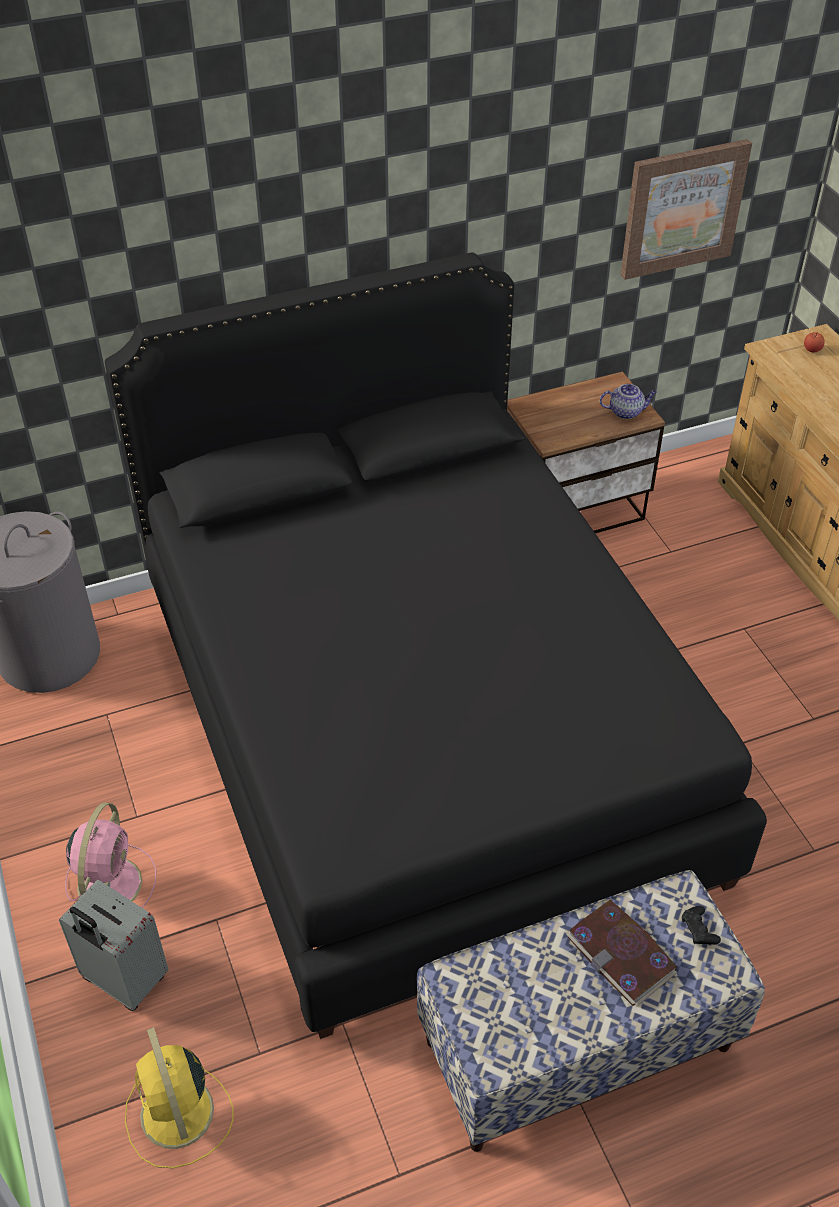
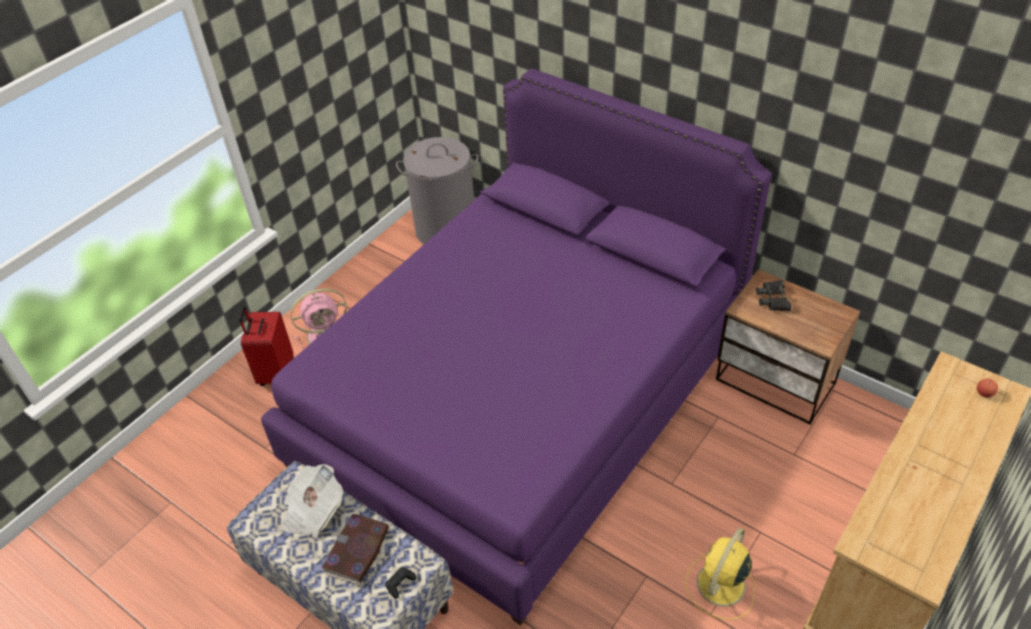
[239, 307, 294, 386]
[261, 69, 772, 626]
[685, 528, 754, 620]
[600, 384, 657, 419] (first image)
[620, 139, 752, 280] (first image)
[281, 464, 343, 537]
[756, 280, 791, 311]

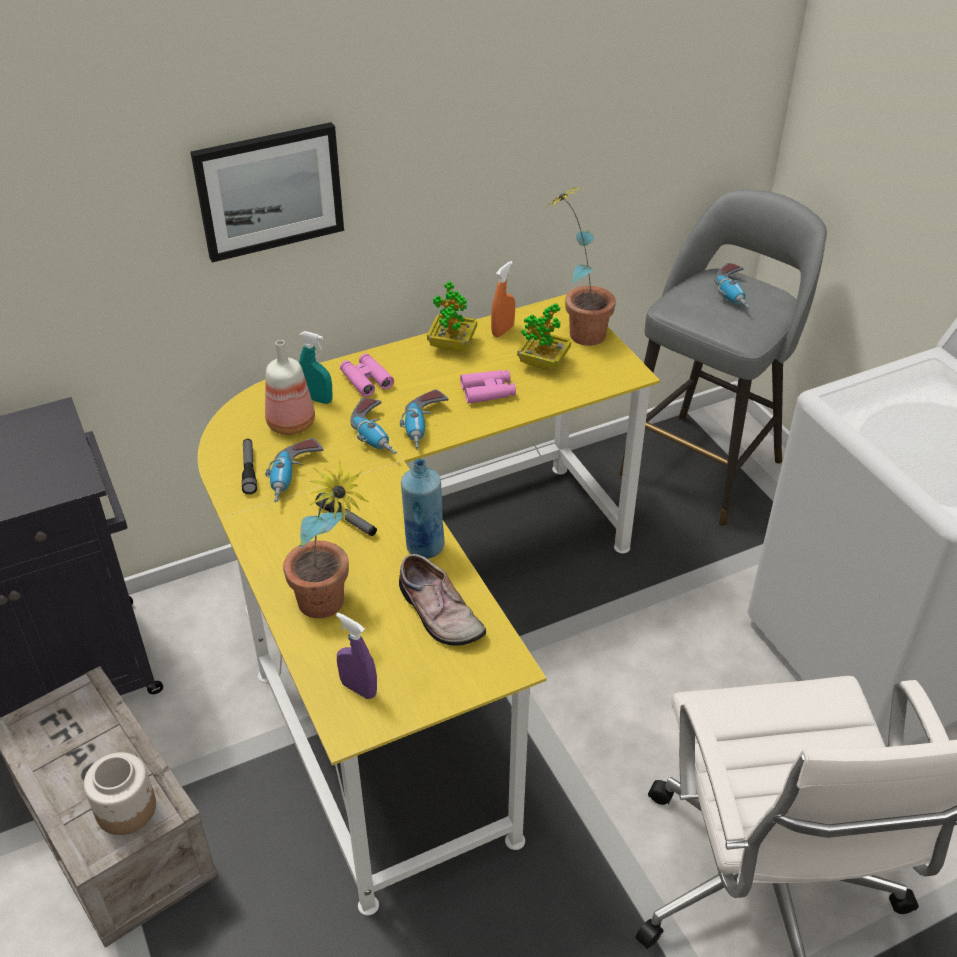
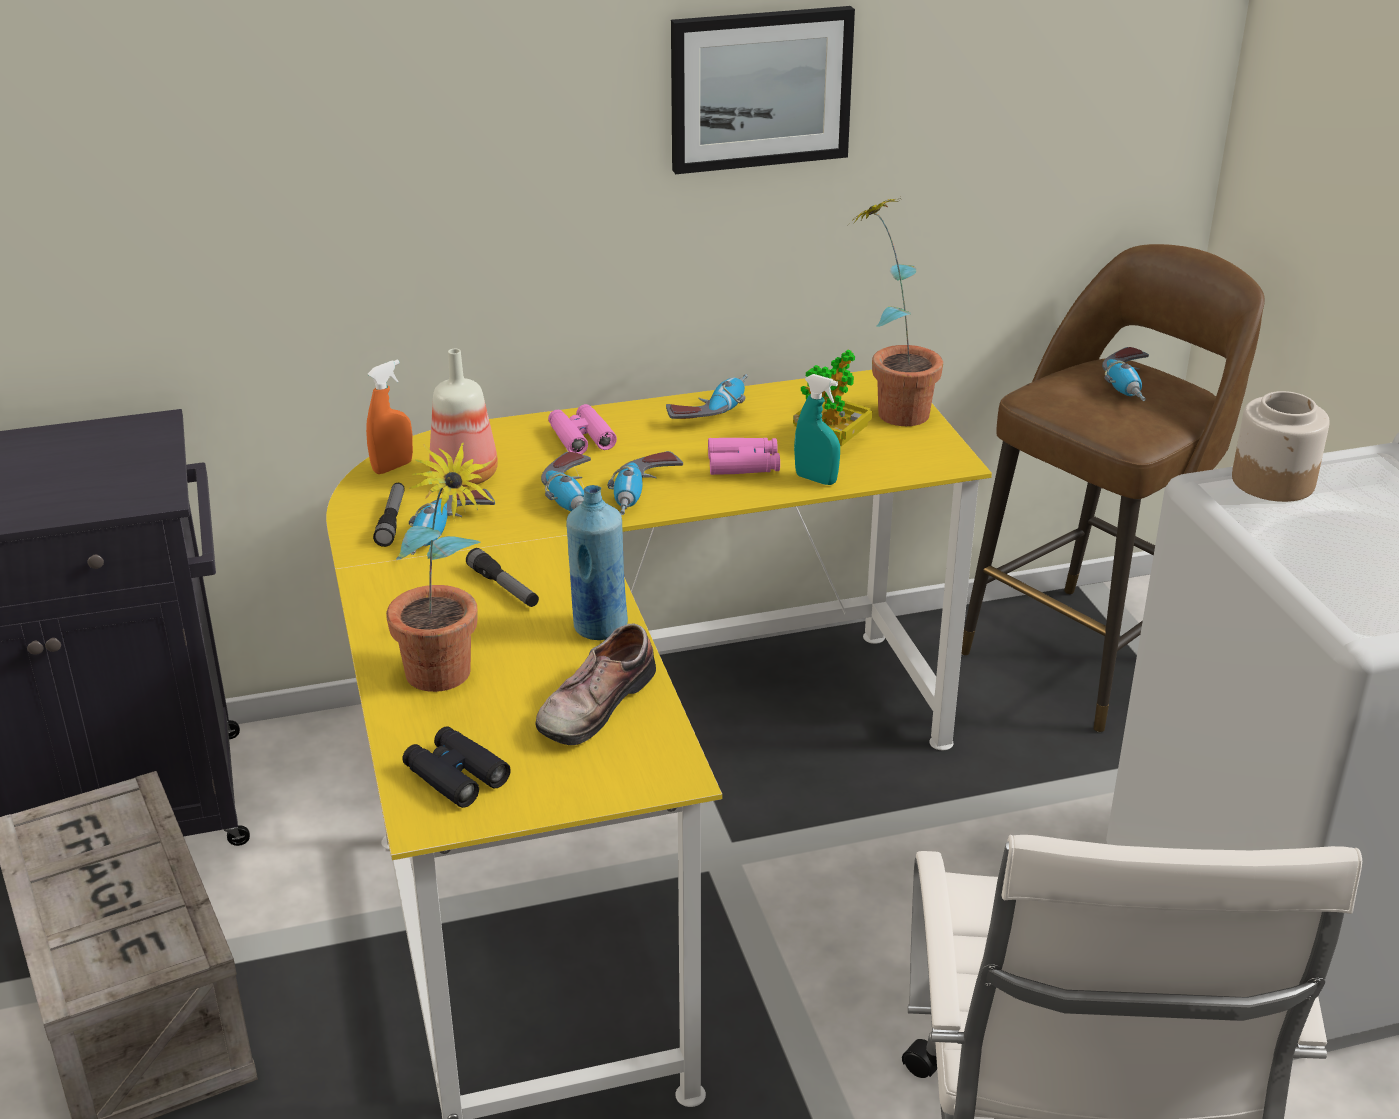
[1232, 391, 1330, 502]
[671, 6, 855, 174]
[794, 374, 840, 485]
[403, 726, 511, 808]
[536, 624, 656, 745]
[666, 374, 748, 419]
[366, 359, 413, 474]
[961, 244, 1265, 732]

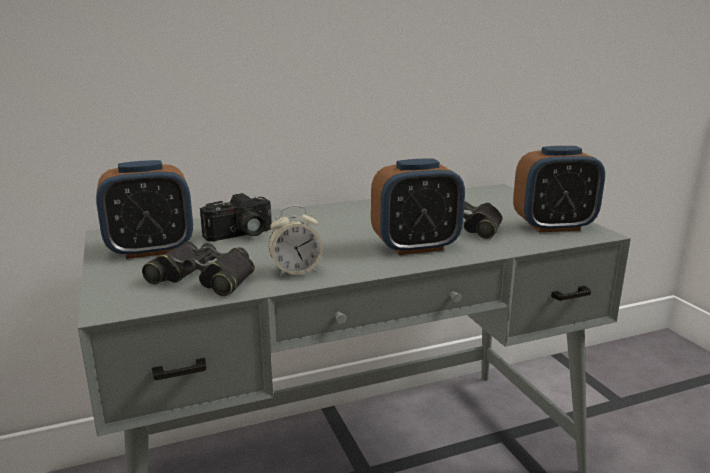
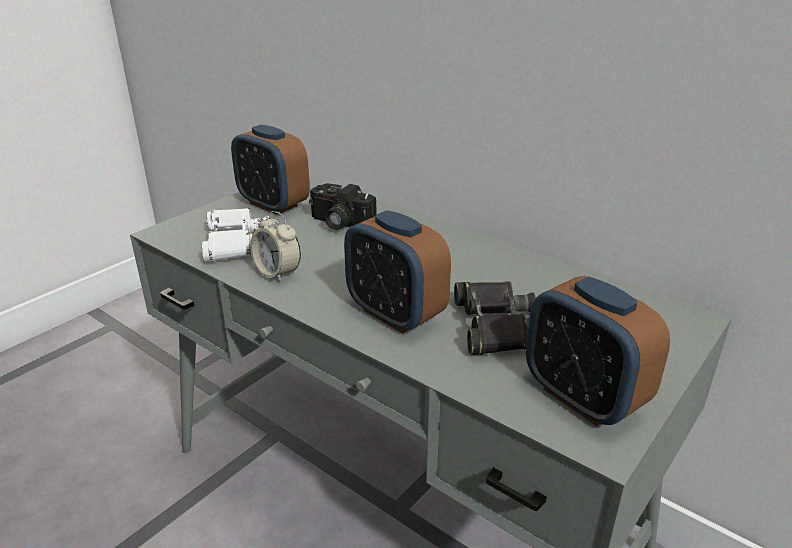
[202, 208, 269, 262]

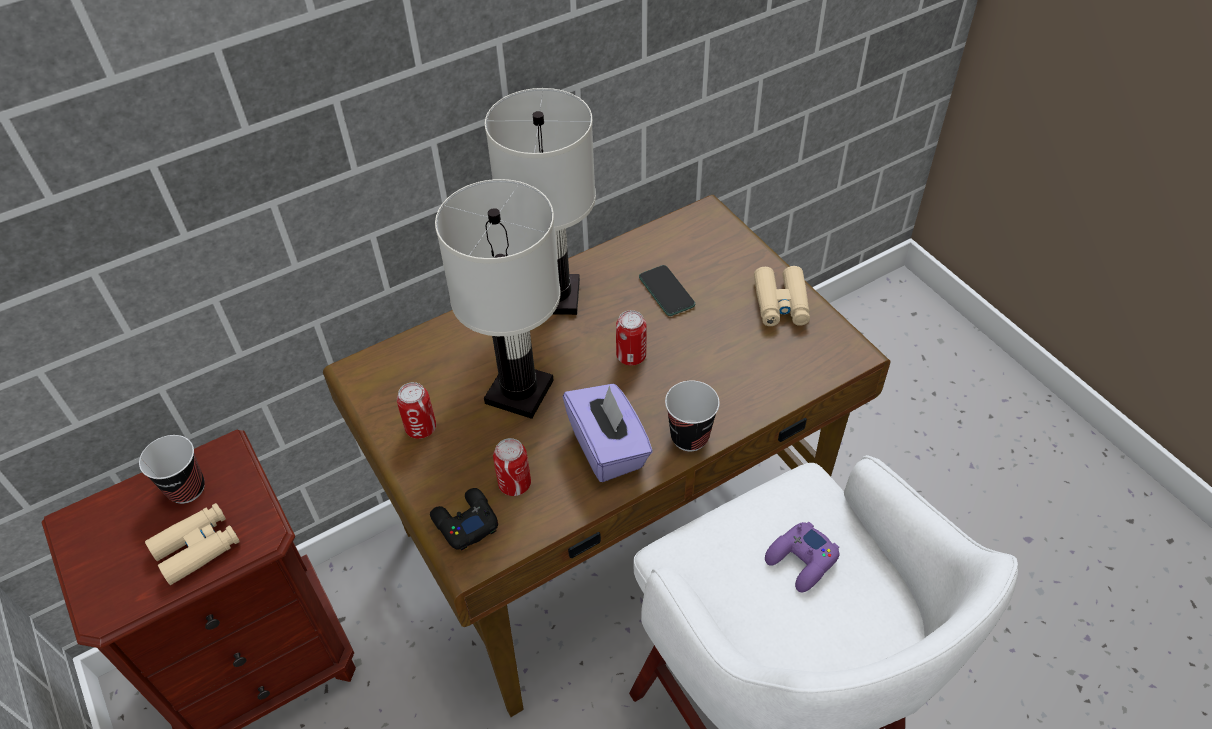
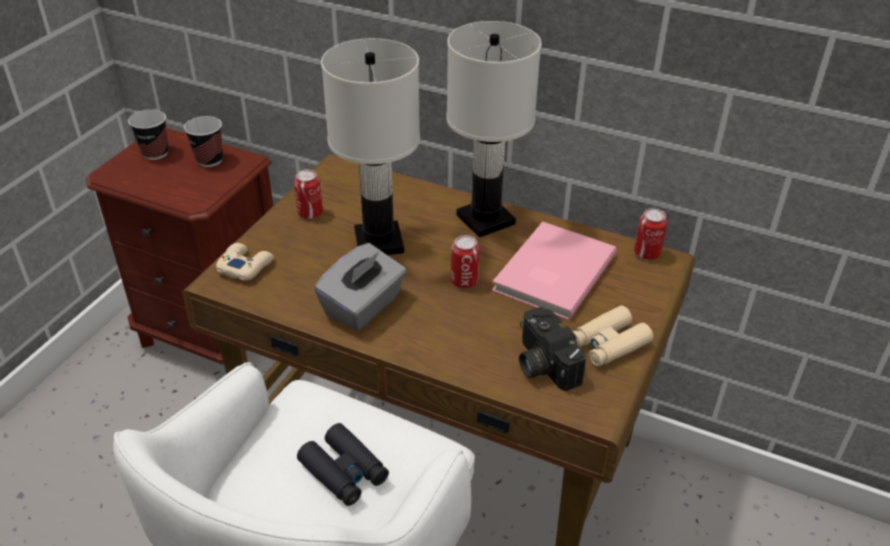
[145, 503, 240, 585] (first image)
[216, 243, 274, 281]
[634, 208, 667, 260]
[314, 243, 406, 331]
[492, 222, 617, 320]
[128, 109, 168, 160]
[297, 423, 389, 506]
[519, 307, 586, 391]

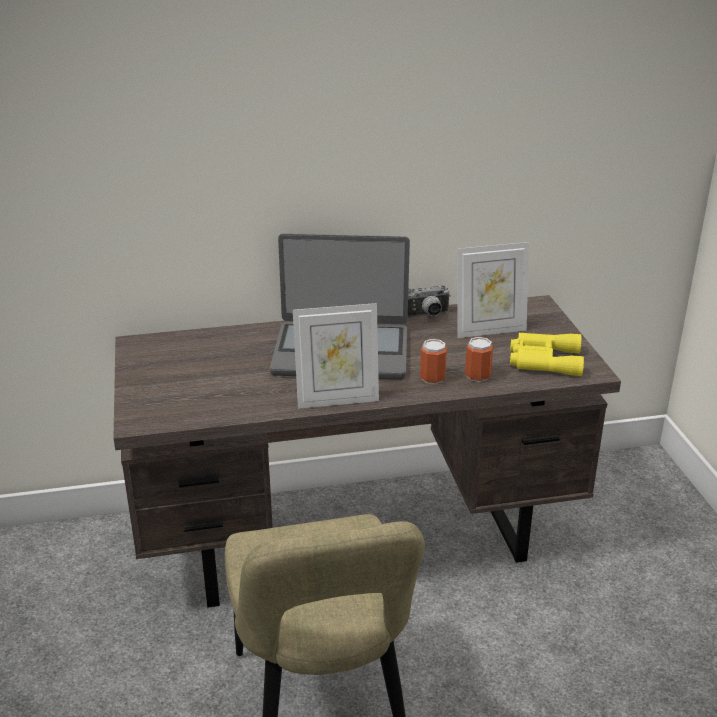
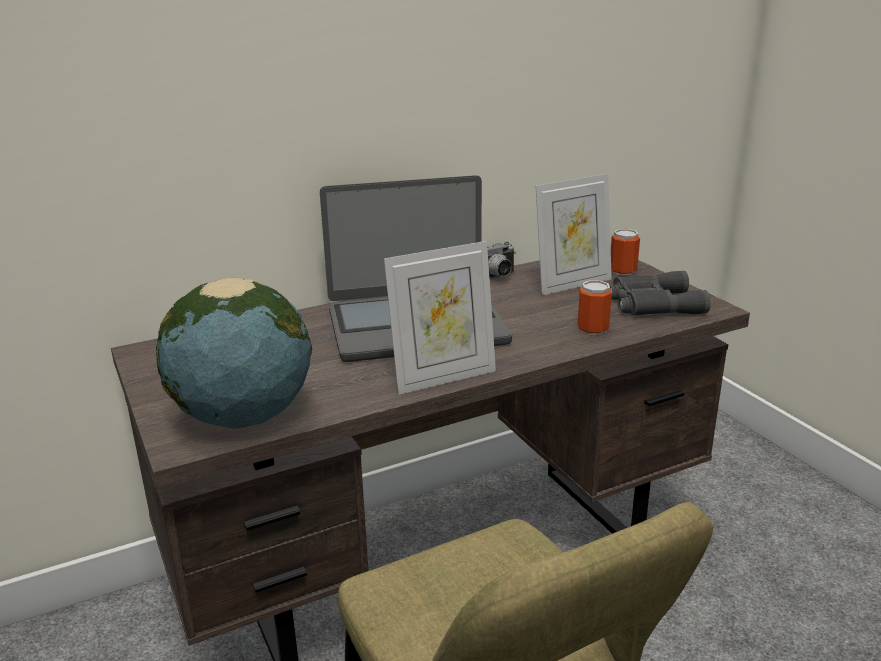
[611, 229, 640, 275]
[610, 271, 711, 315]
[156, 277, 312, 429]

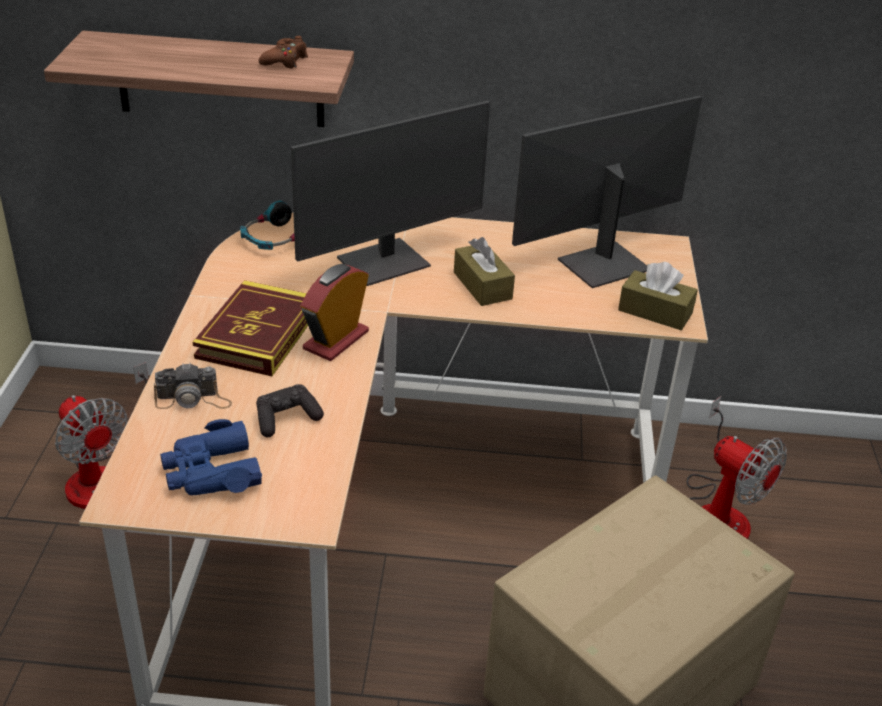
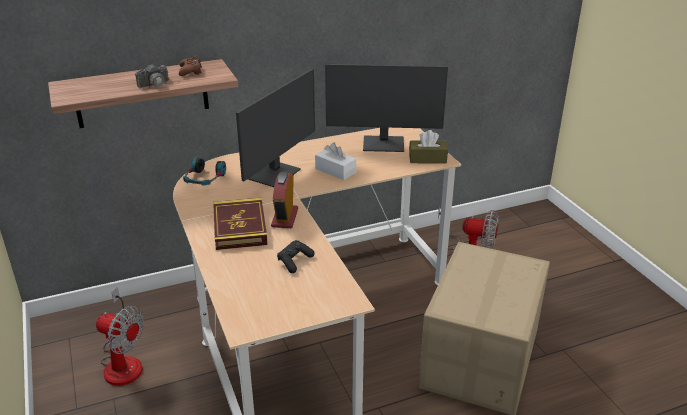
[135, 64, 180, 90]
[160, 419, 262, 495] (first image)
[315, 143, 356, 180]
[325, 64, 448, 152]

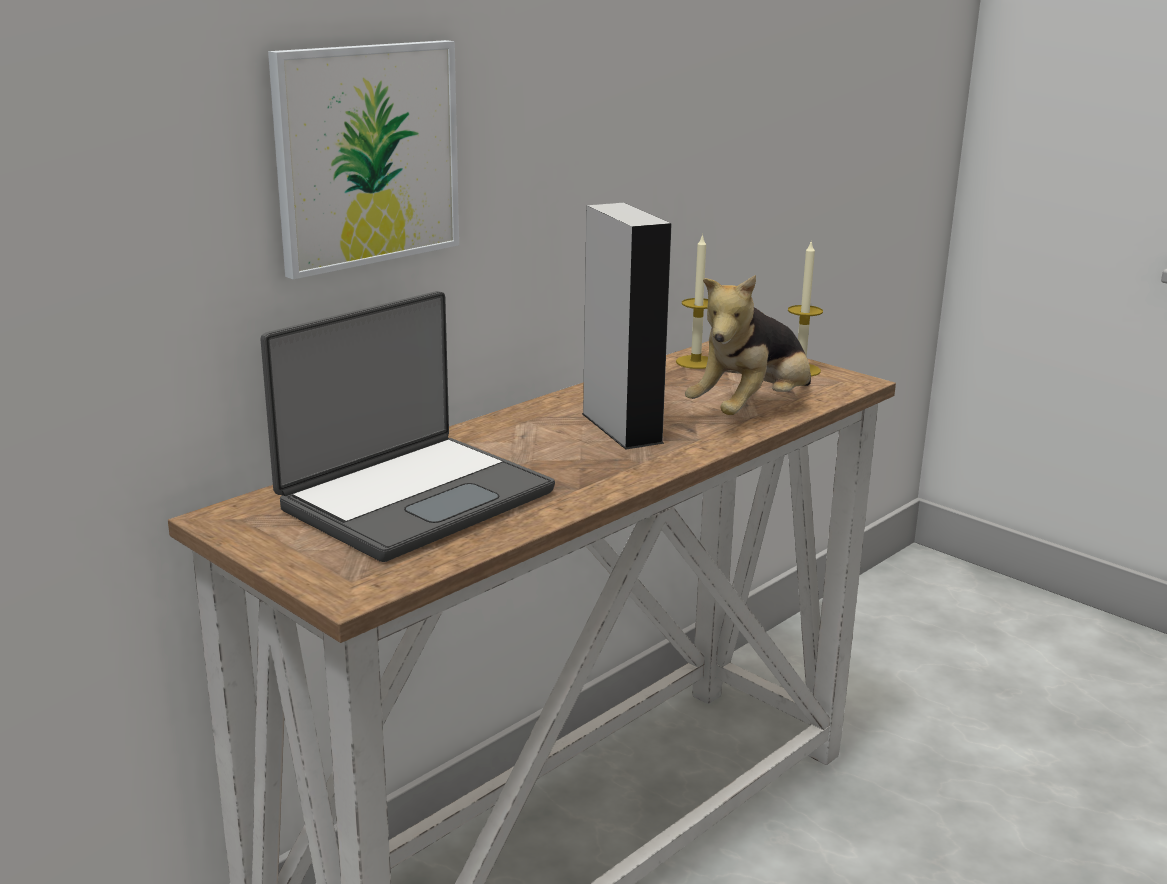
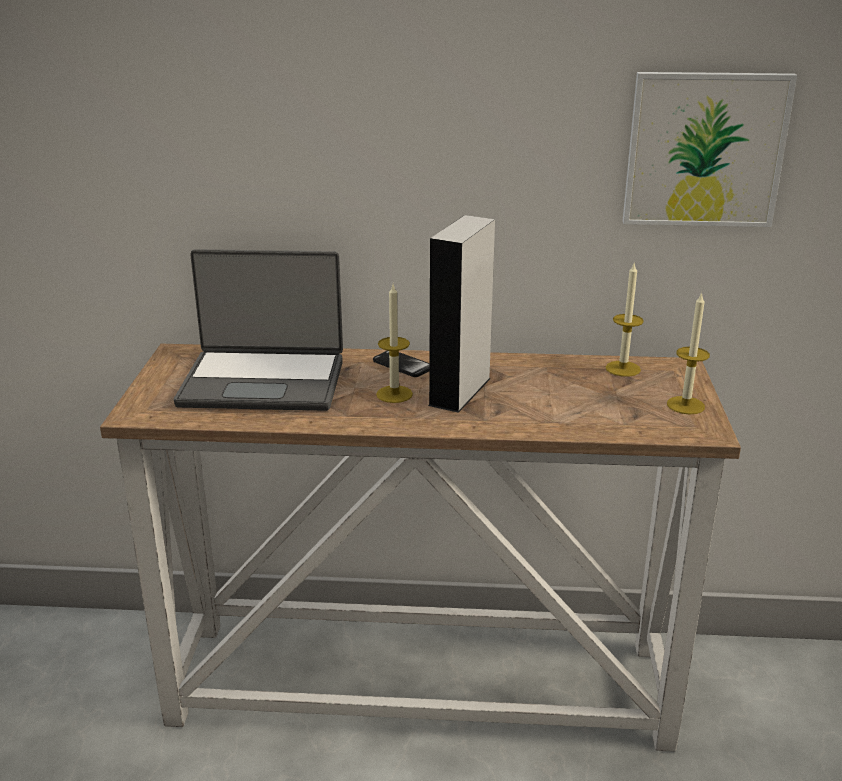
[623, 72, 797, 227]
[685, 275, 811, 415] (first image)
[373, 351, 429, 377]
[376, 285, 413, 403]

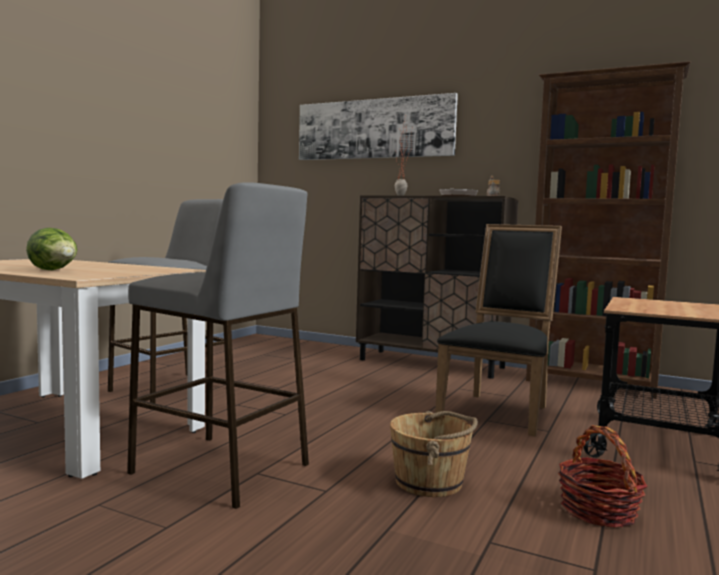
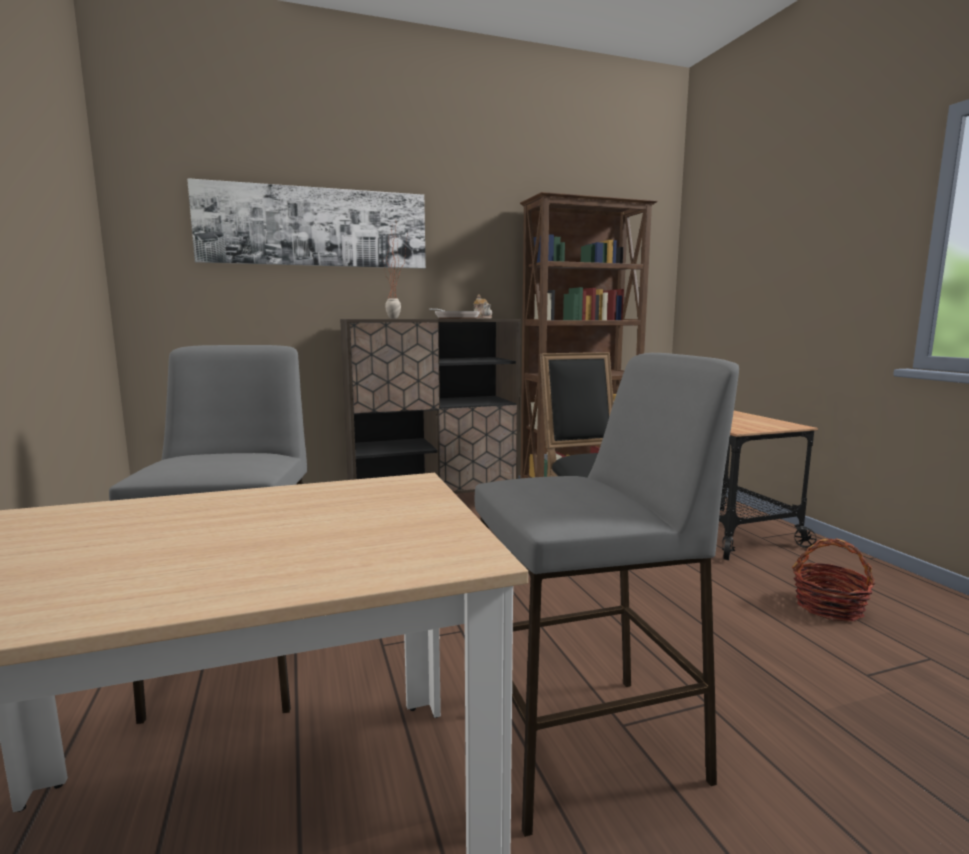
[26, 228, 77, 270] (first image)
[390, 411, 478, 497] (first image)

